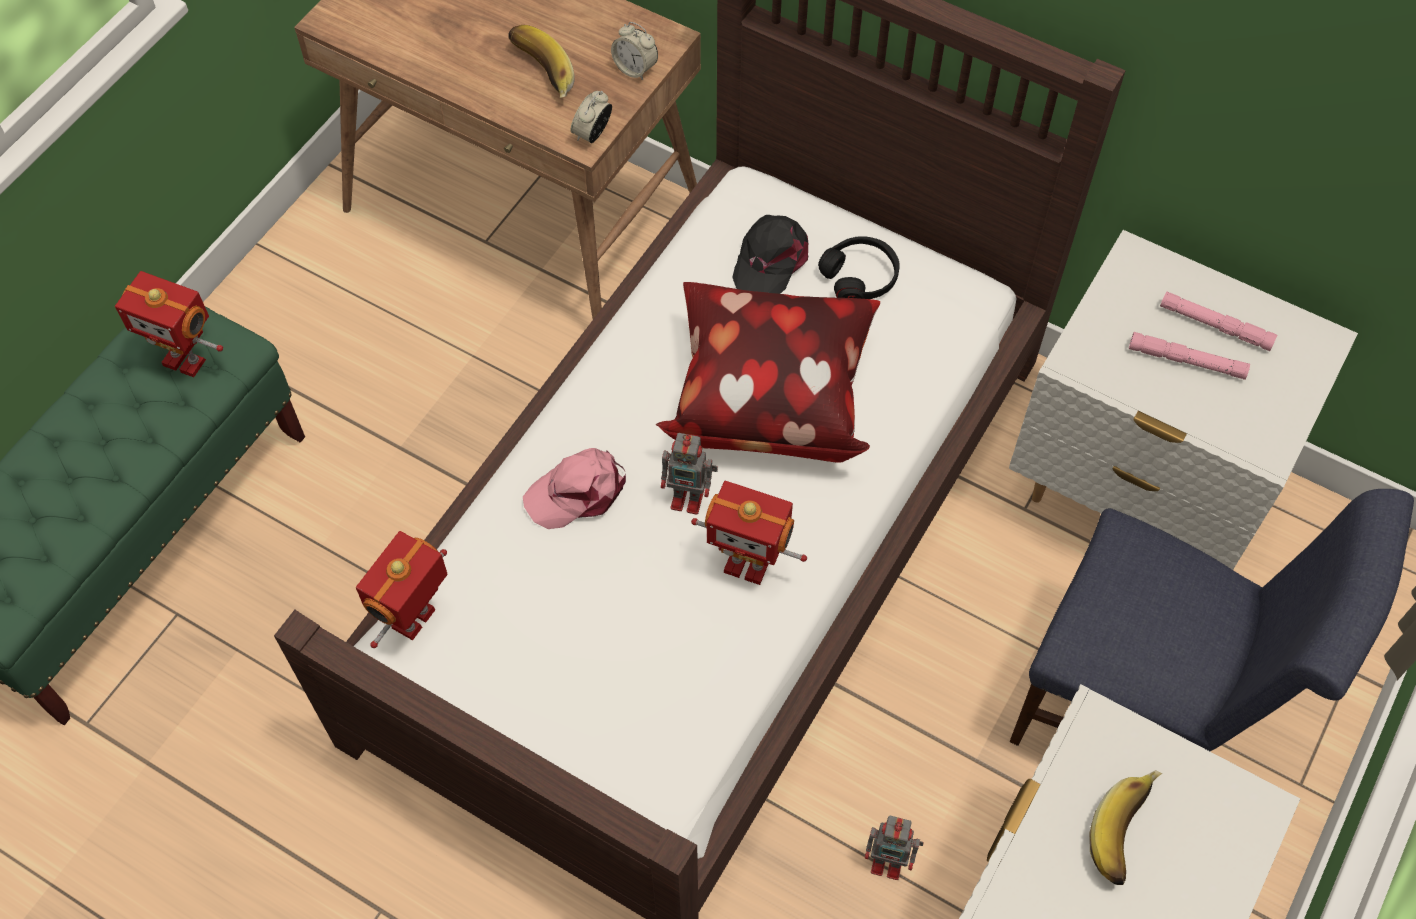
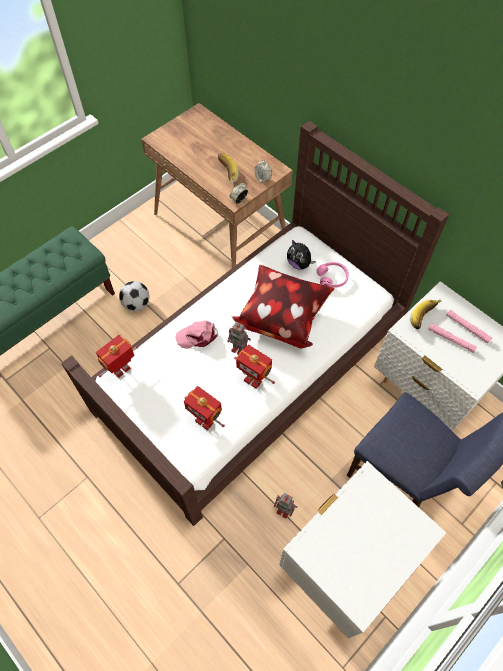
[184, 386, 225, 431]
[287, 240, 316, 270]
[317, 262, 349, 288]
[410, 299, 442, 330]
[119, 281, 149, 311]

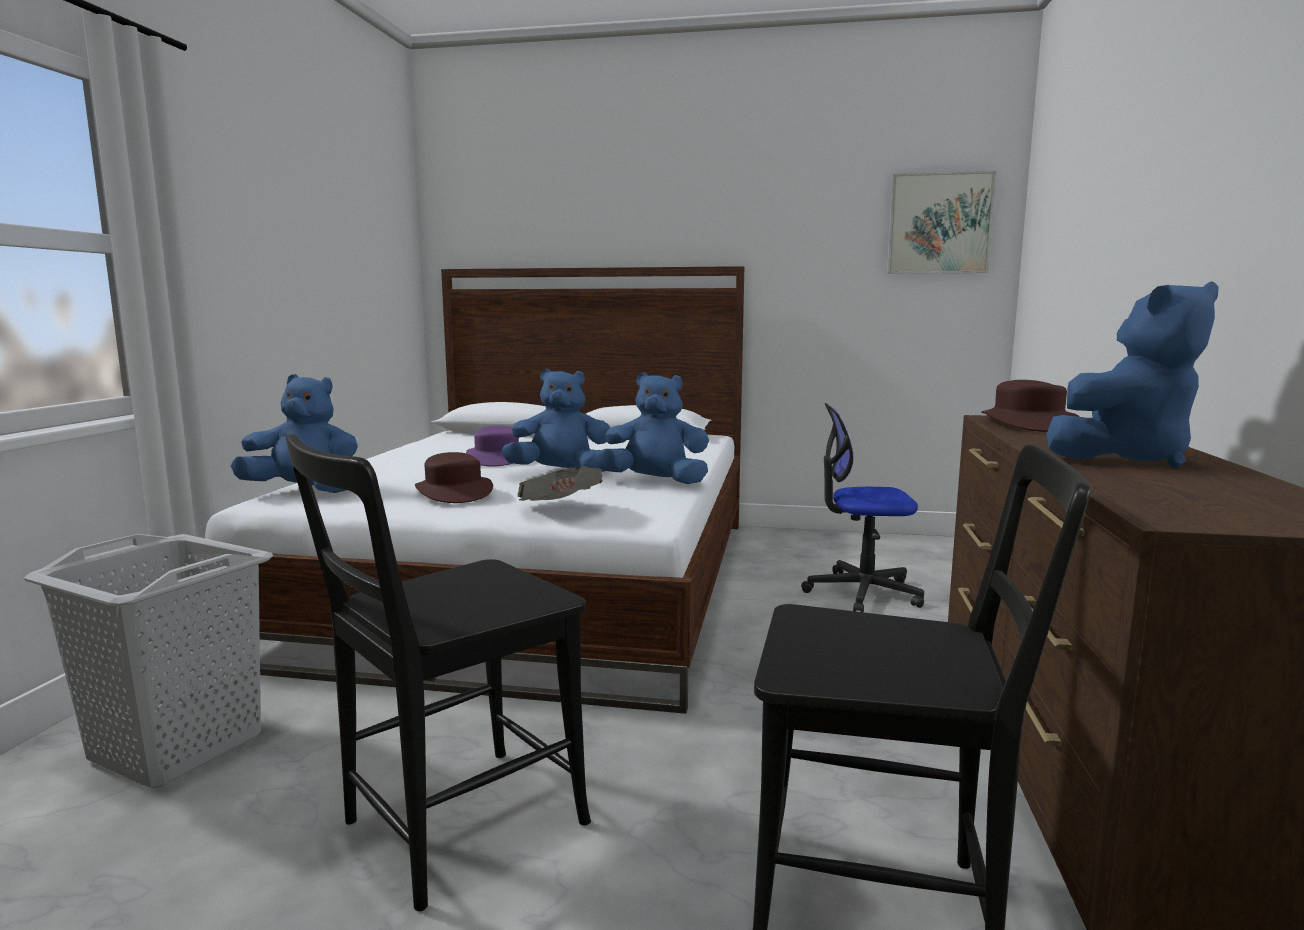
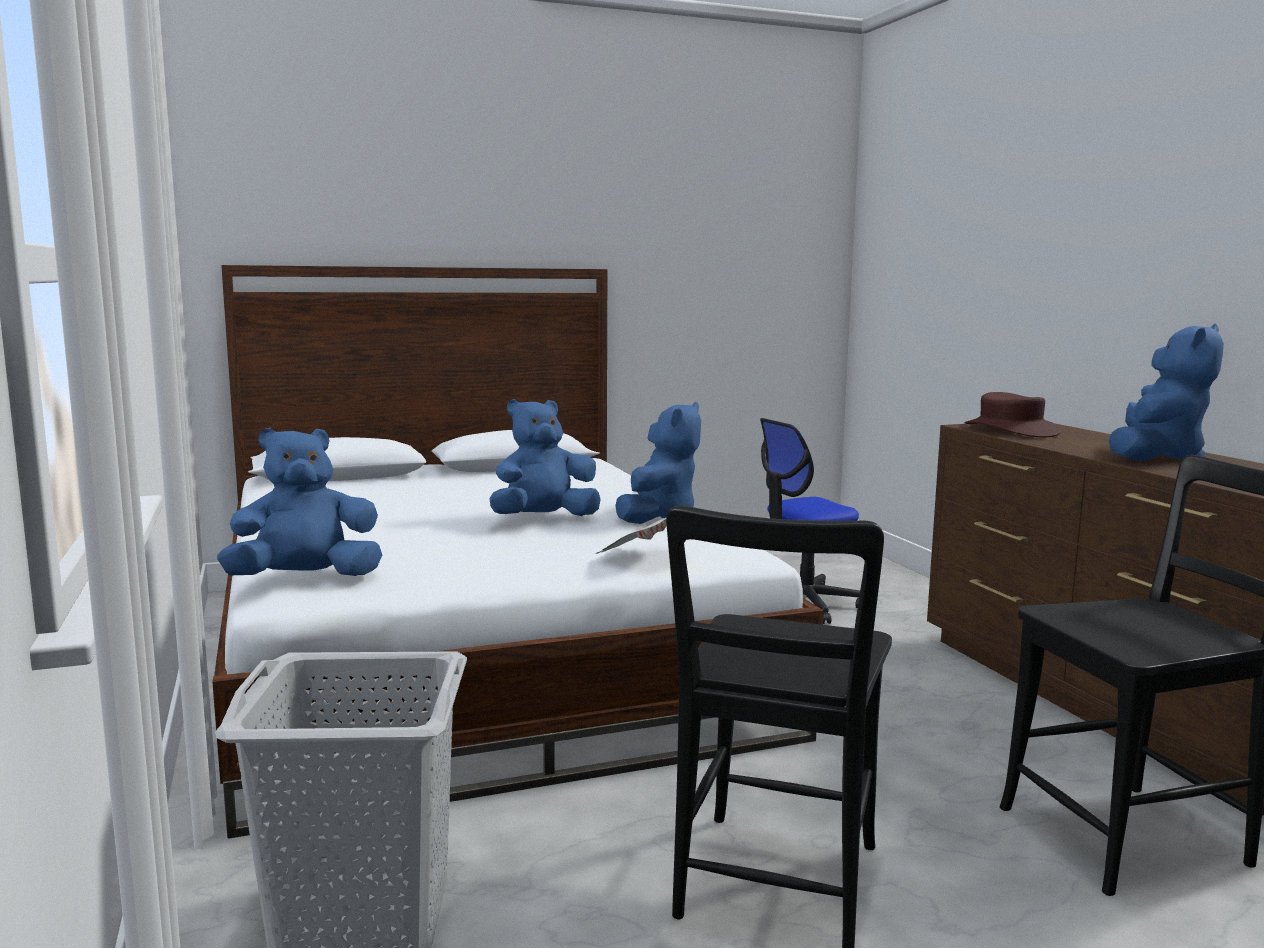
[415, 452, 493, 503] (first image)
[466, 425, 519, 466] (first image)
[615, 402, 701, 524]
[887, 171, 996, 274] (first image)

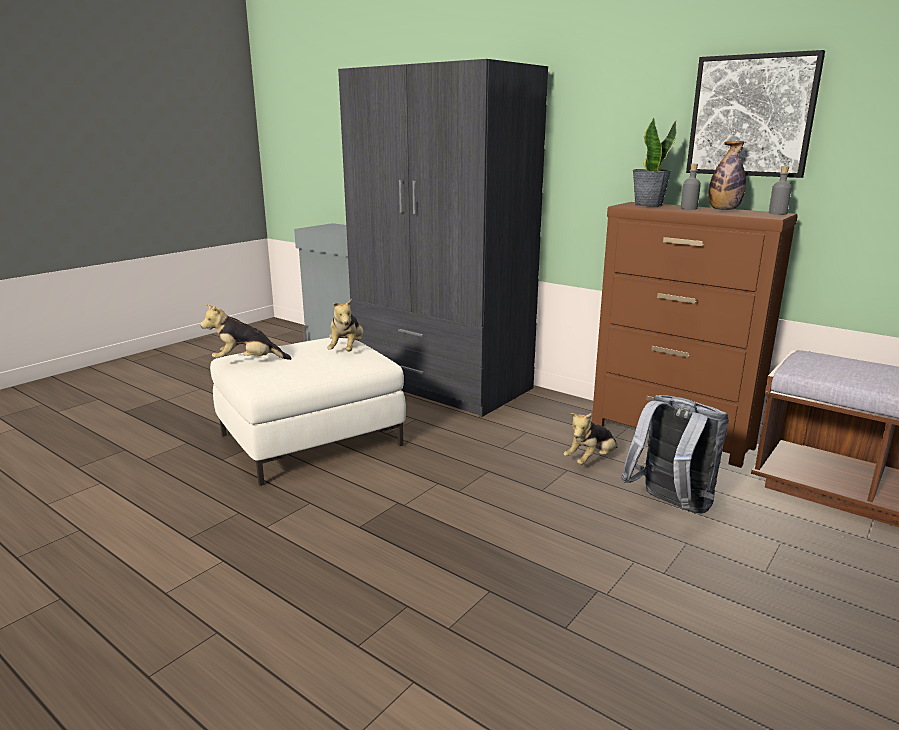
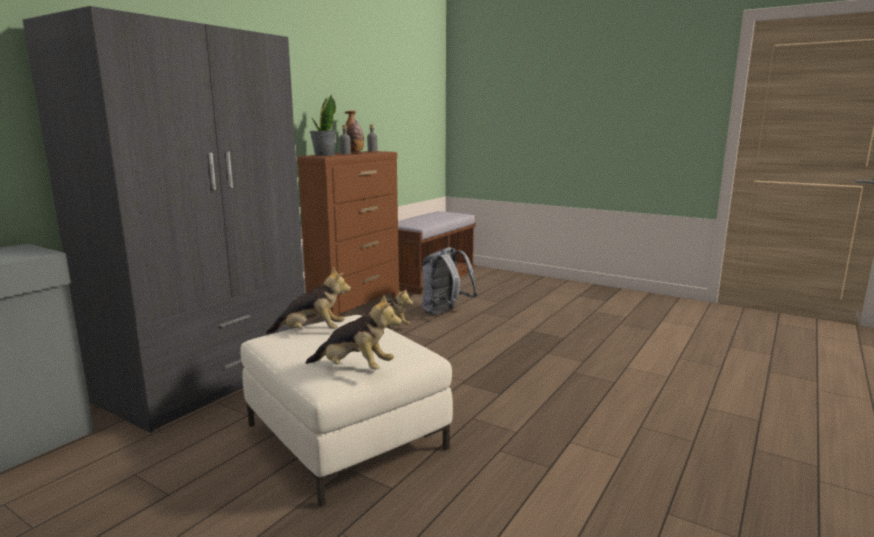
[305, 295, 402, 370]
[686, 50, 825, 178] (first image)

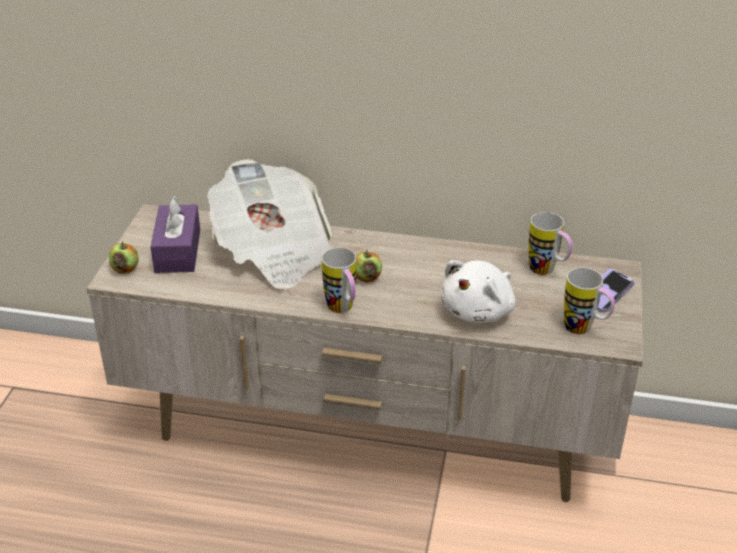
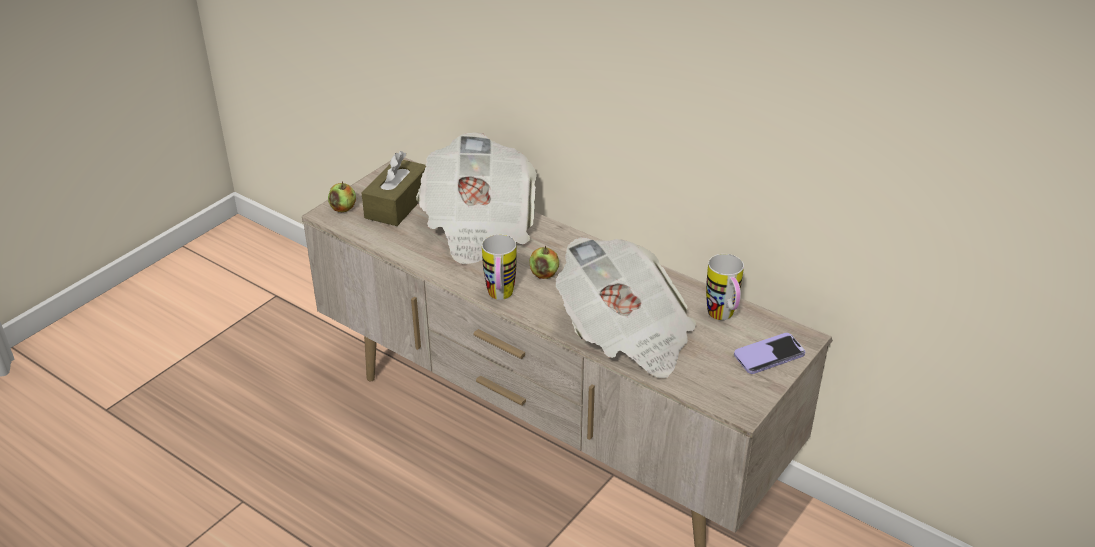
[361, 151, 426, 226]
[556, 237, 696, 378]
[564, 268, 615, 334] (first image)

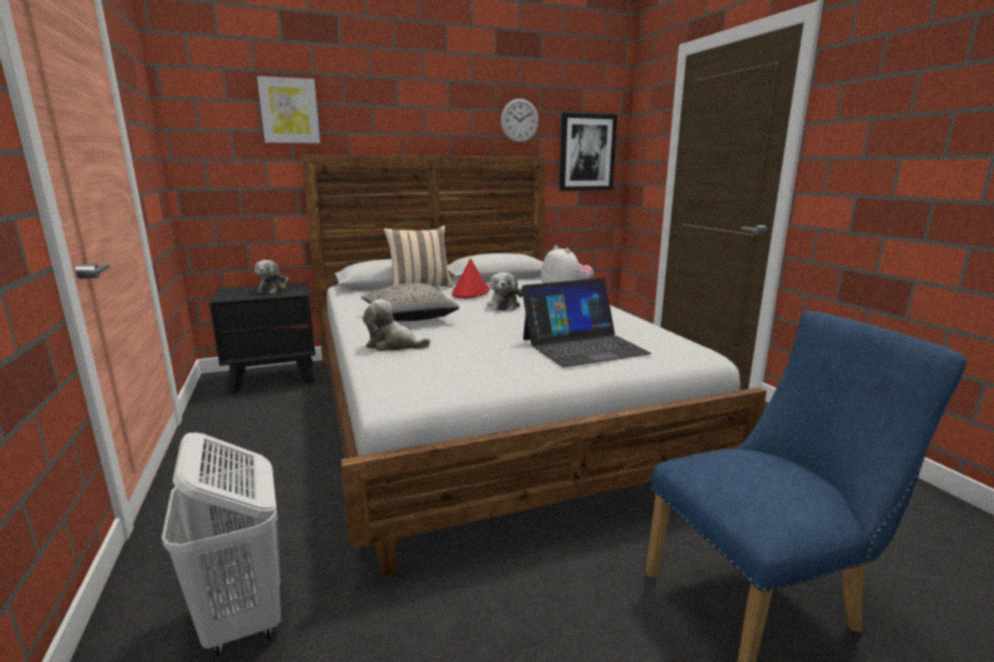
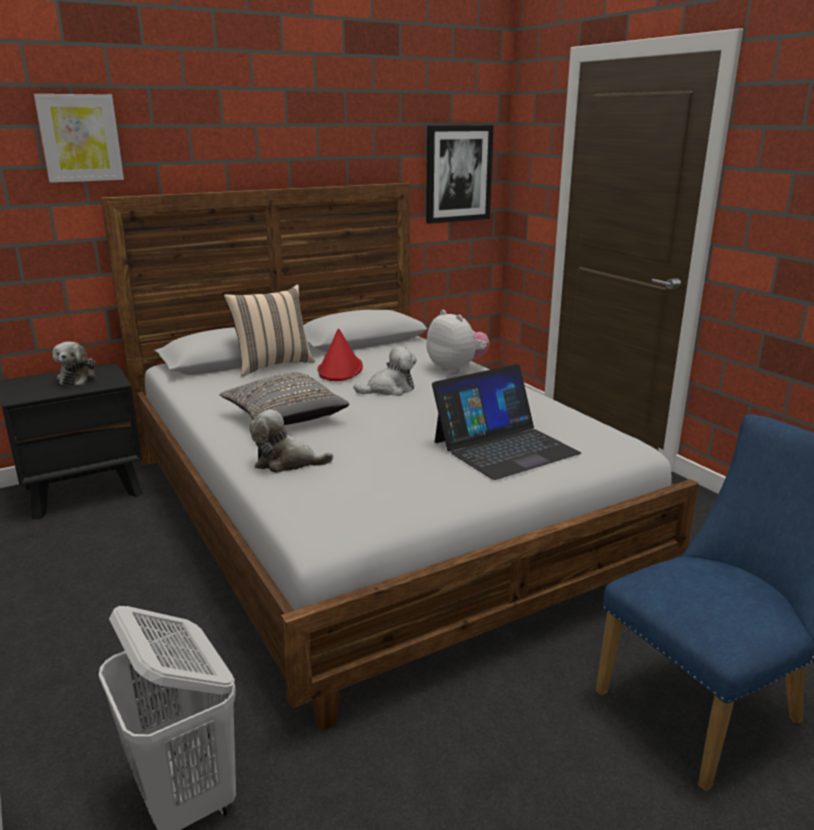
[354, 346, 417, 396]
[501, 99, 539, 143] (first image)

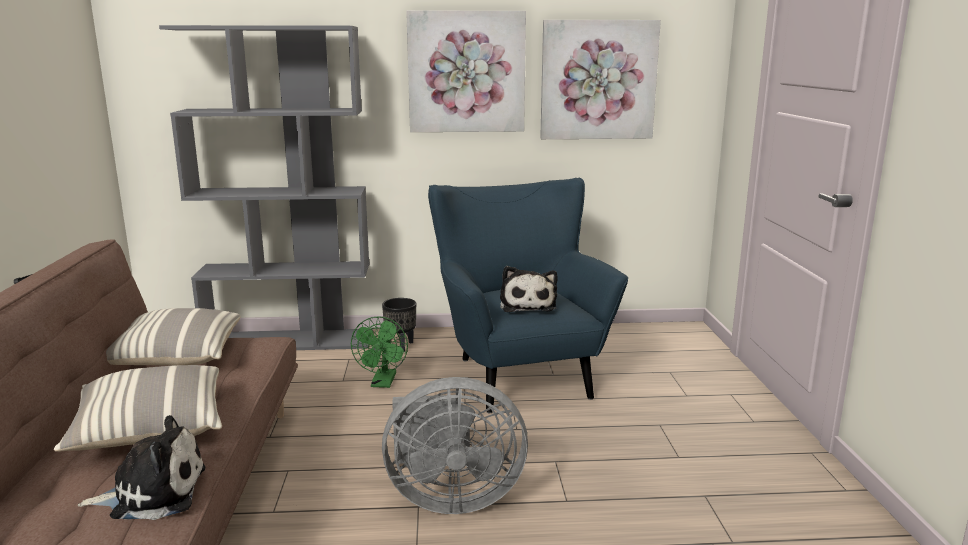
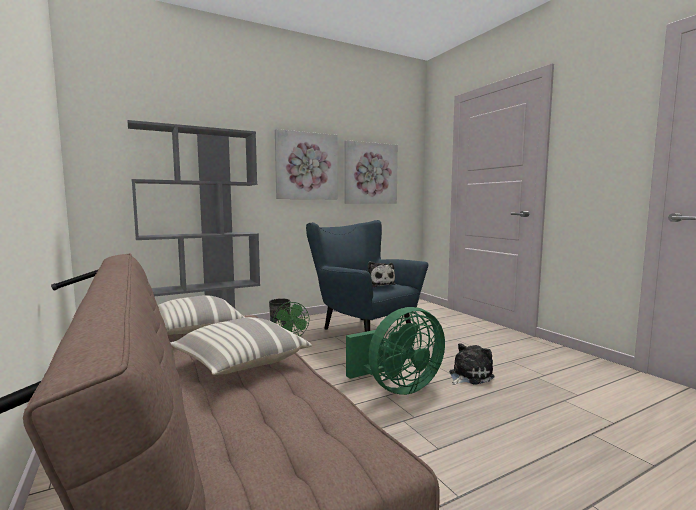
[449, 343, 494, 385]
[346, 307, 445, 395]

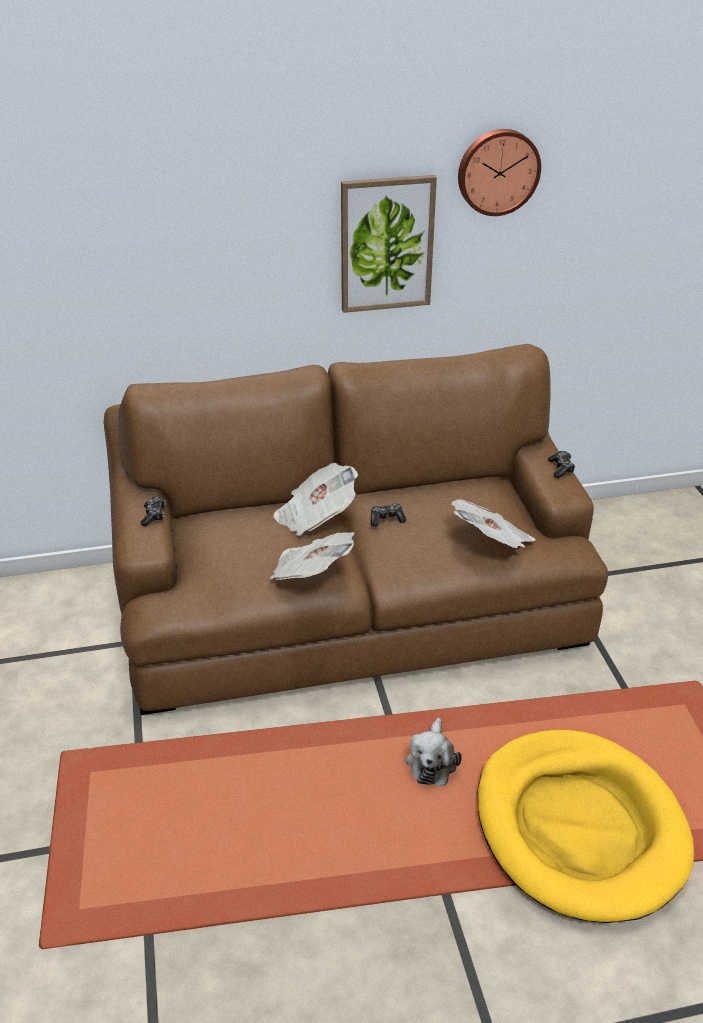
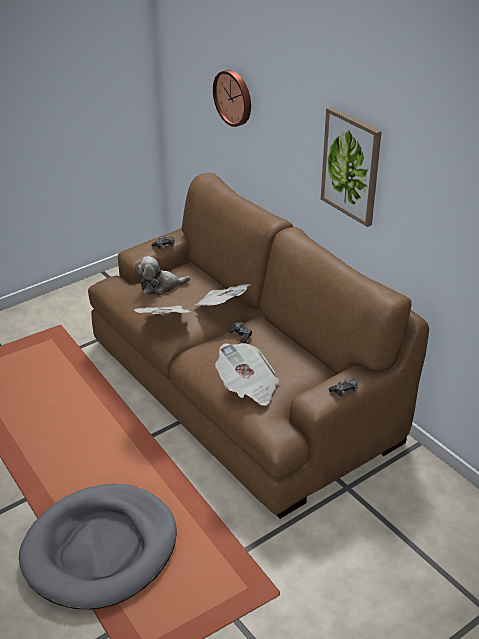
[136, 256, 191, 296]
[213, 70, 251, 127]
[19, 484, 177, 609]

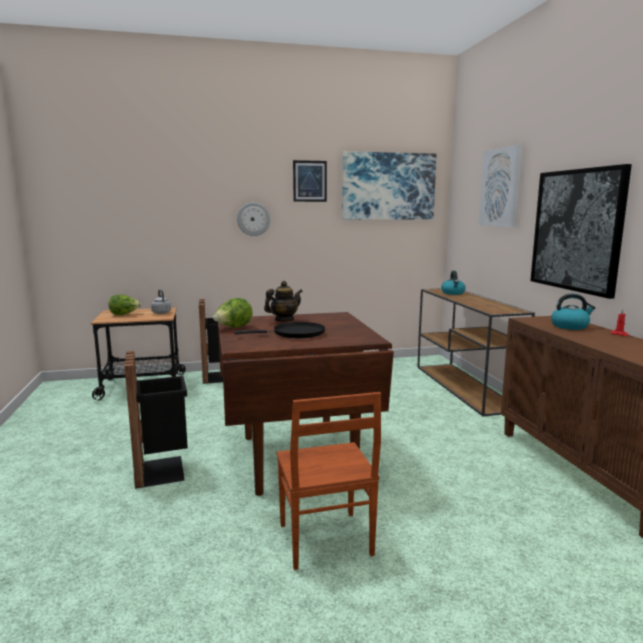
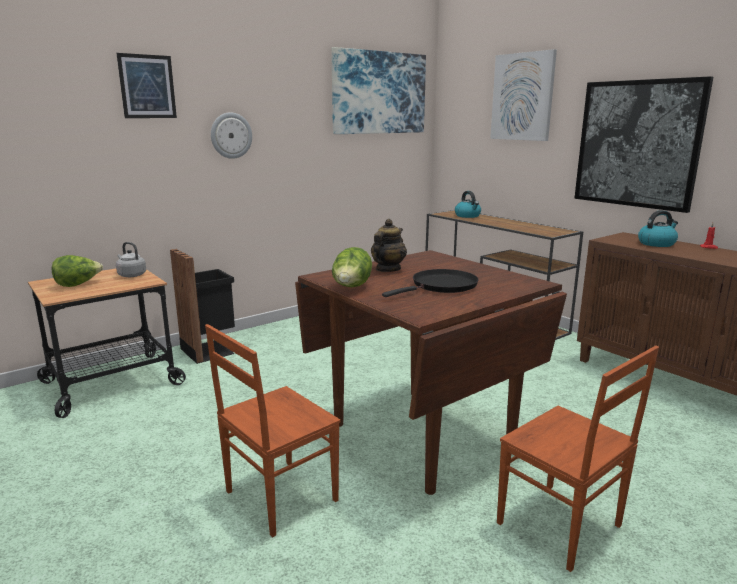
[205, 324, 340, 538]
[116, 53, 177, 118]

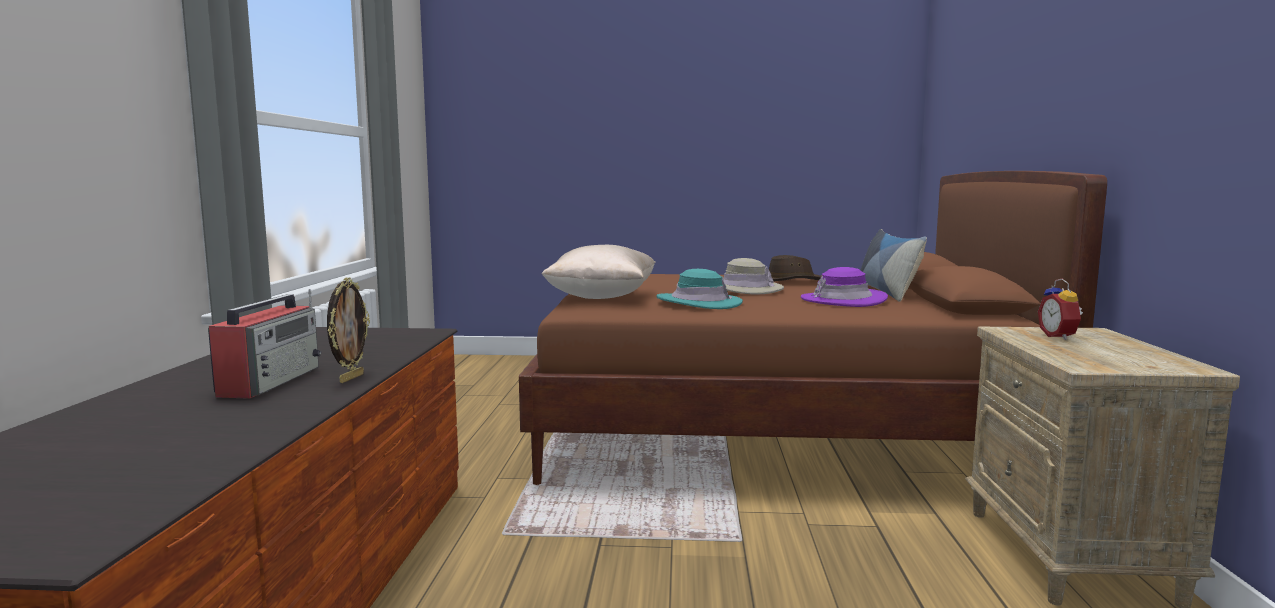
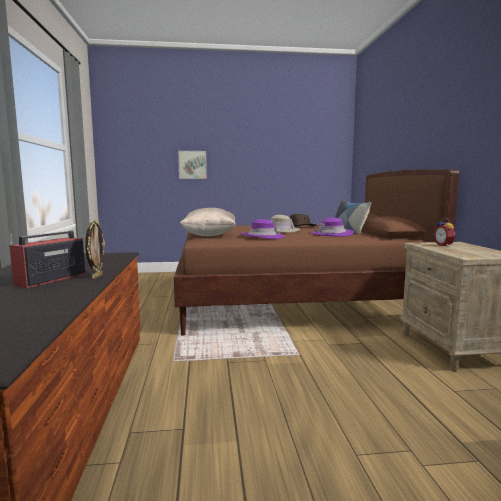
[9, 231, 85, 288]
[240, 219, 285, 239]
[178, 151, 207, 179]

